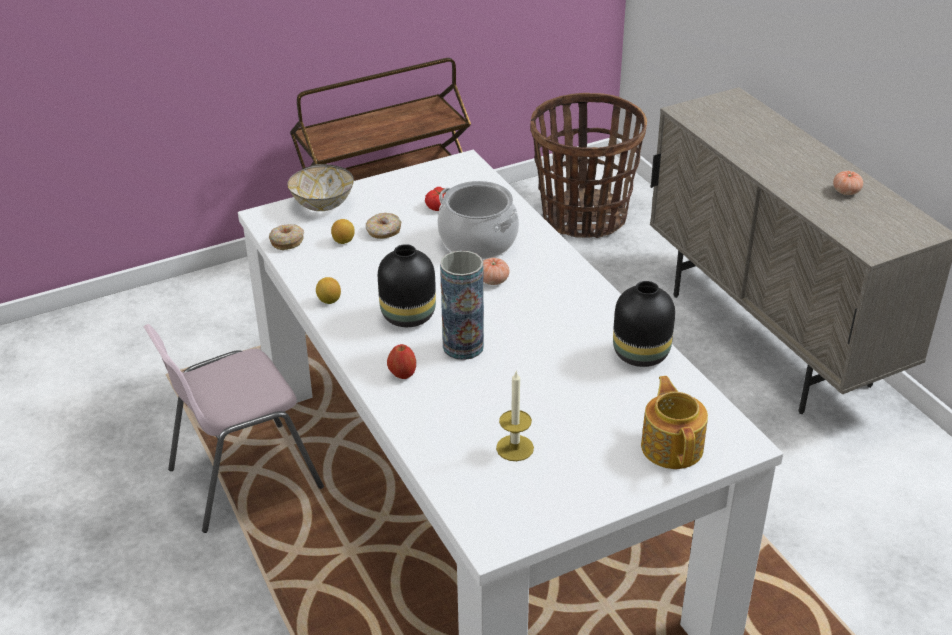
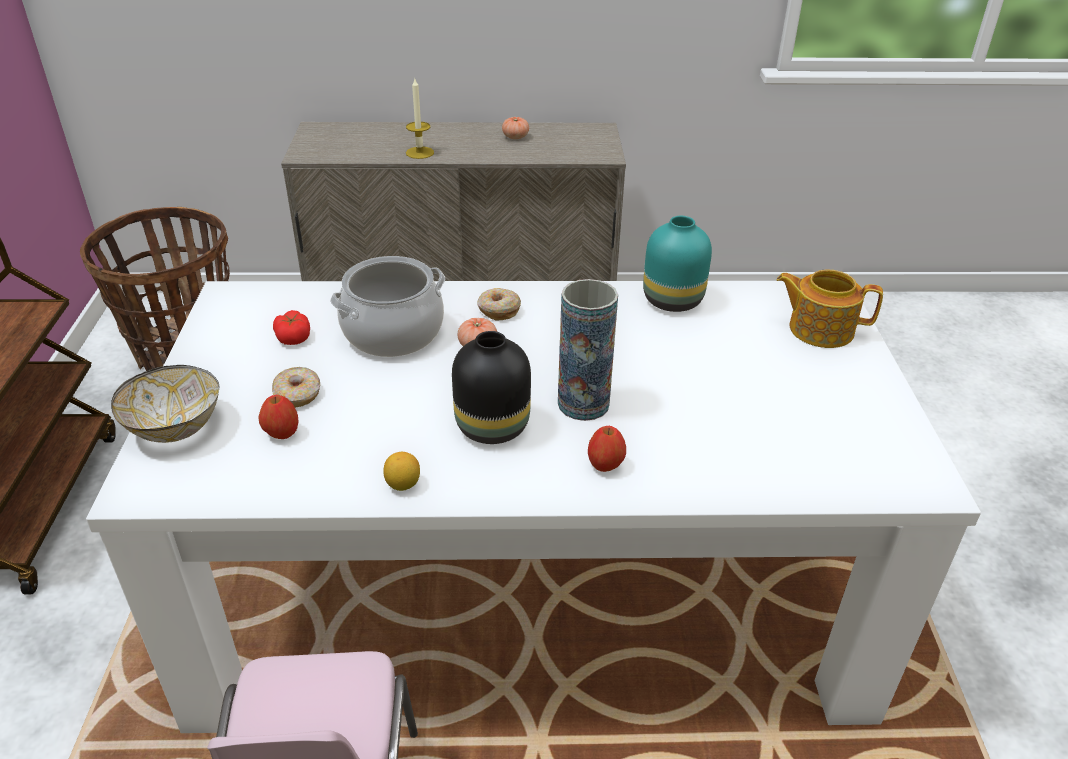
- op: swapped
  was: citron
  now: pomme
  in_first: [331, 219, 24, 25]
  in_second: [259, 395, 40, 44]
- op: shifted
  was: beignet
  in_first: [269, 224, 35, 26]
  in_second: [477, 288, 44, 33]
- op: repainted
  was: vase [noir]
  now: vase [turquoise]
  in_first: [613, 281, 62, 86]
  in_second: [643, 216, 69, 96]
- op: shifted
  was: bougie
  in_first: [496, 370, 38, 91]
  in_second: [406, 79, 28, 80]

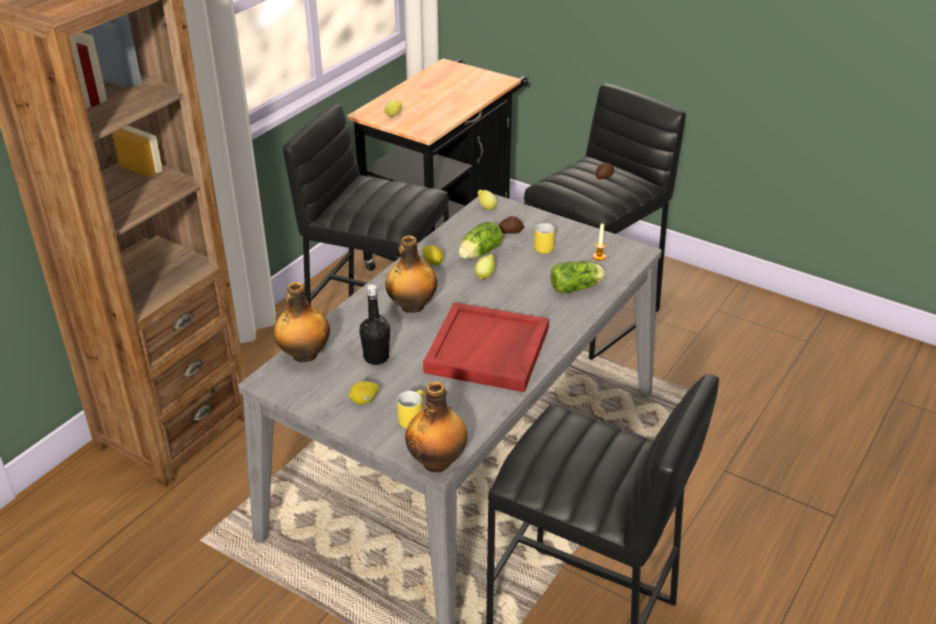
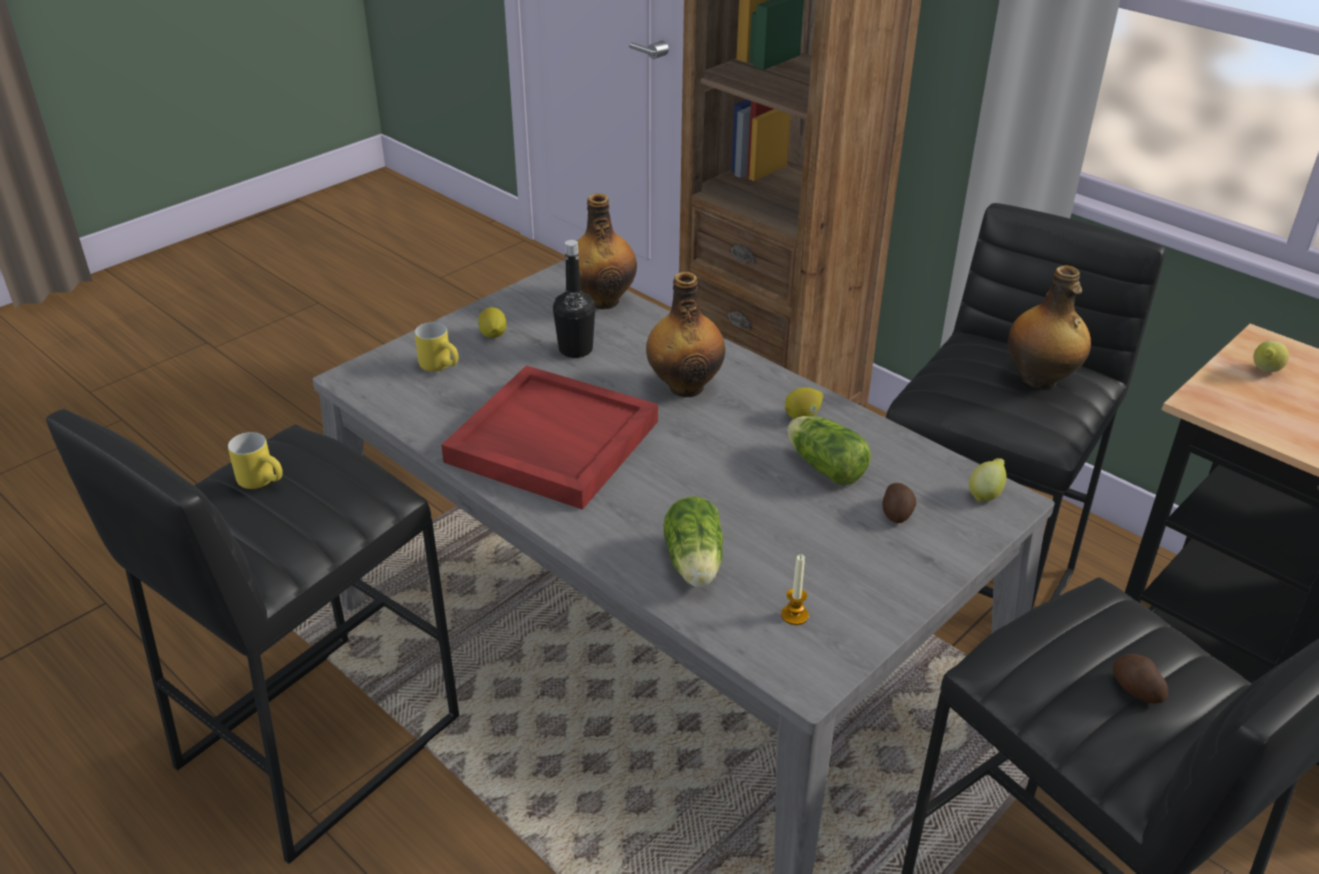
- op: shifted
  was: mug [jaune]
  in_first: [534, 223, 21, 31]
  in_second: [228, 432, 55, 57]
- op: gone
  was: citron
  in_first: [475, 254, 20, 26]
- op: shifted
  was: bouteille
  in_first: [405, 381, 63, 91]
  in_second: [1008, 265, 83, 124]

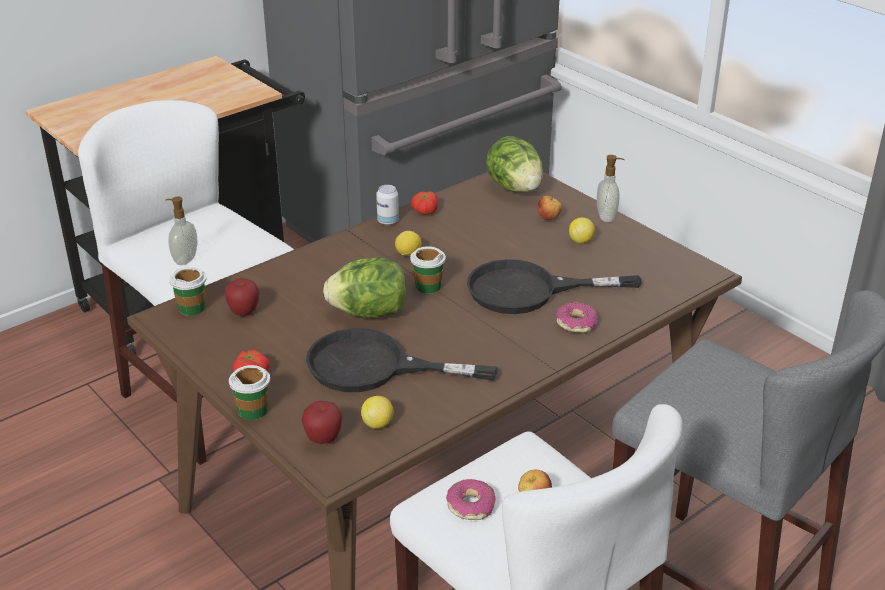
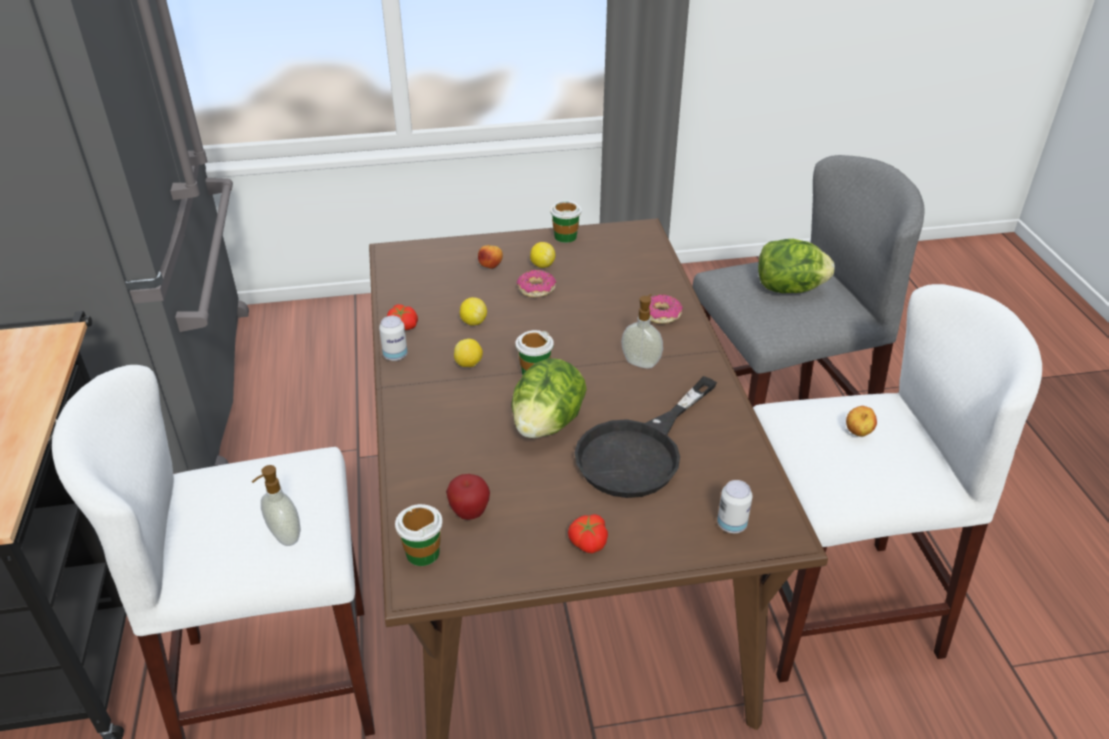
- op: shifted
  was: laitue
  in_first: [486, 136, 57, 56]
  in_second: [758, 239, 77, 54]
- op: shifted
  was: distributeur de savon
  in_first: [597, 155, 28, 67]
  in_second: [621, 294, 42, 75]
- op: gone
  was: poêle [noir]
  in_first: [467, 259, 175, 55]
- op: shifted
  was: tasse
  in_first: [229, 365, 41, 55]
  in_second: [550, 200, 32, 43]
- op: shifted
  was: citron
  in_first: [361, 396, 33, 33]
  in_second: [460, 297, 27, 29]
- op: swapped
  was: pomme
  now: boîte métallique
  in_first: [302, 401, 40, 43]
  in_second: [717, 480, 36, 53]
- op: shifted
  was: beignet
  in_first: [446, 479, 50, 41]
  in_second: [517, 270, 39, 27]

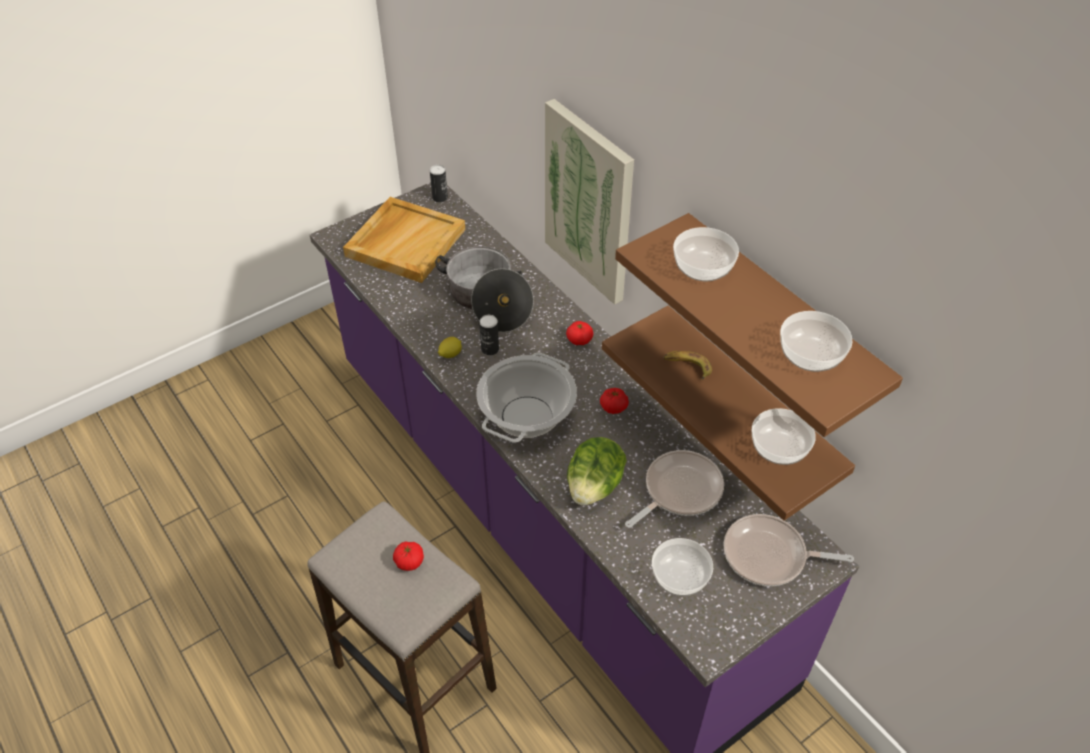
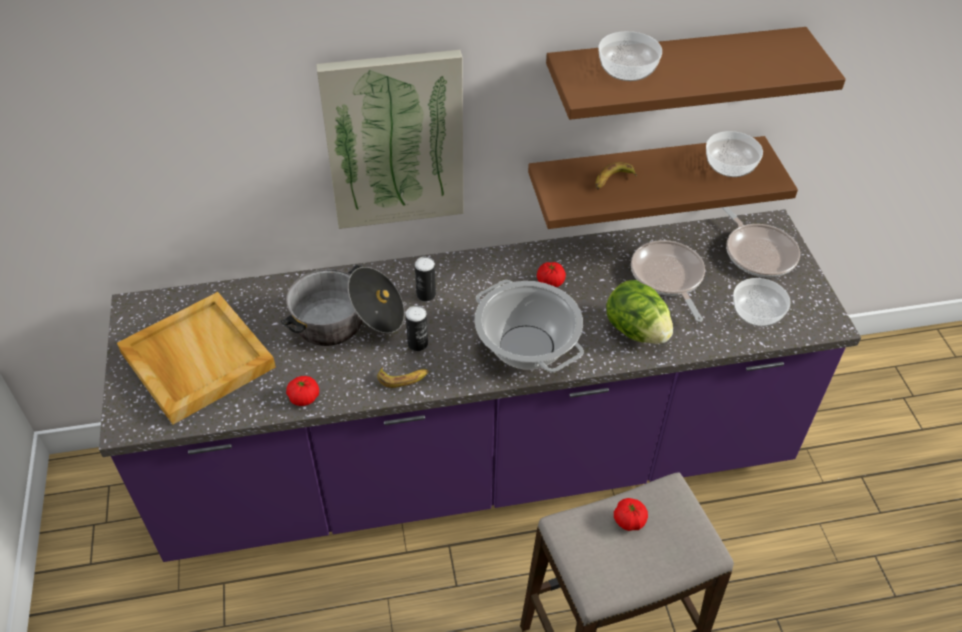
- op: shifted
  was: boîte métallique
  in_first: [430, 165, 18, 37]
  in_second: [415, 257, 21, 44]
- op: gone
  was: bol
  in_first: [780, 311, 72, 61]
- op: shifted
  was: tomate
  in_first: [566, 321, 27, 24]
  in_second: [286, 376, 33, 30]
- op: swapped
  was: citron
  now: banane
  in_first: [438, 337, 24, 21]
  in_second: [377, 367, 52, 21]
- op: rotated
  was: poêle
  in_first: [723, 514, 131, 73]
  in_second: [721, 207, 79, 70]
  clockwise: -60

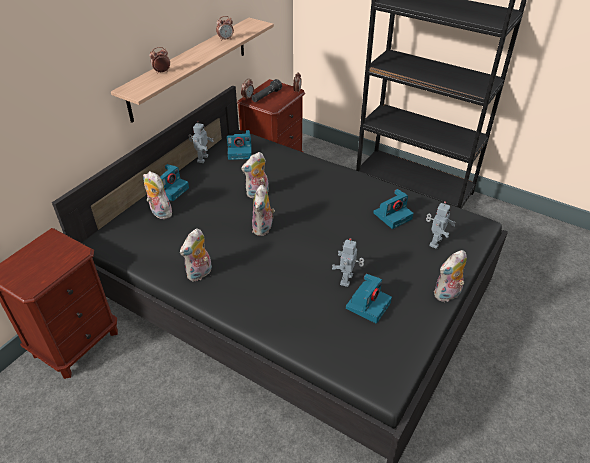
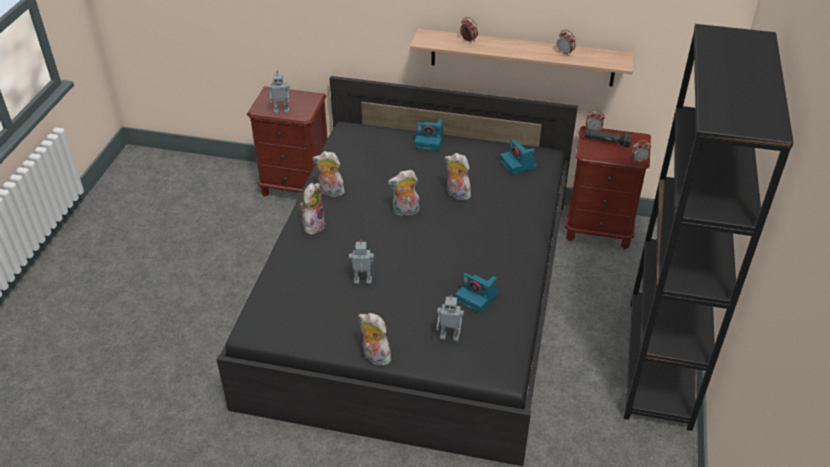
- op: shifted
  was: robot jouet
  in_first: [189, 121, 25, 42]
  in_second: [268, 71, 22, 43]
- op: shifted
  was: peluche
  in_first: [143, 171, 31, 48]
  in_second: [300, 183, 26, 52]
- op: gone
  was: appareil photo
  in_first: [346, 274, 46, 49]

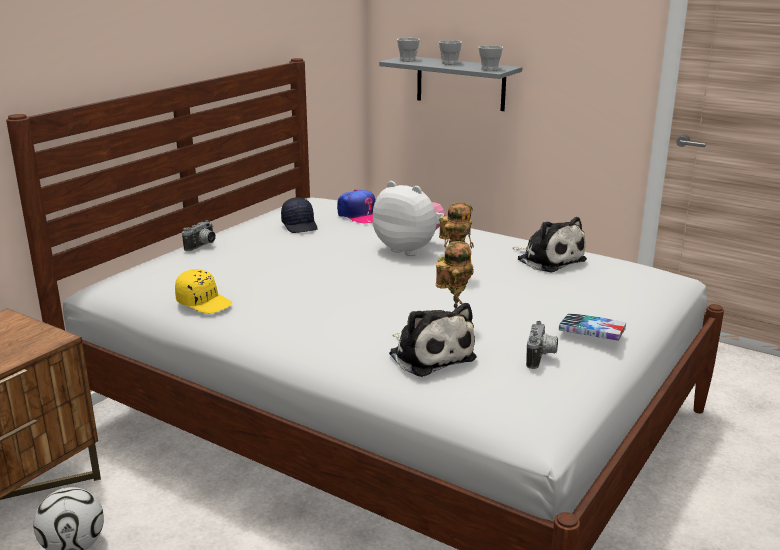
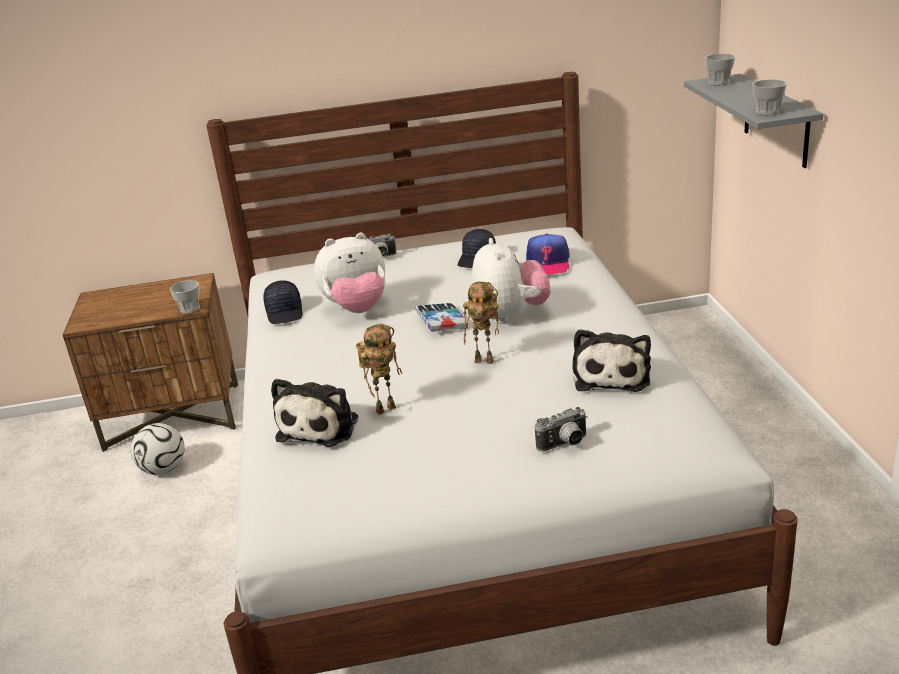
- op: shifted
  was: tasse
  in_first: [439, 40, 23, 24]
  in_second: [170, 280, 30, 34]
- op: repainted
  was: casquette [jaune]
  now: casquette [noir]
  in_first: [175, 269, 57, 45]
  in_second: [263, 280, 40, 44]
- op: shifted
  was: livre
  in_first: [559, 313, 67, 28]
  in_second: [416, 303, 52, 29]
- op: shifted
  was: appareil photo
  in_first: [526, 321, 32, 48]
  in_second: [535, 407, 52, 45]
- op: new
  now: peluche
  in_second: [314, 233, 71, 80]

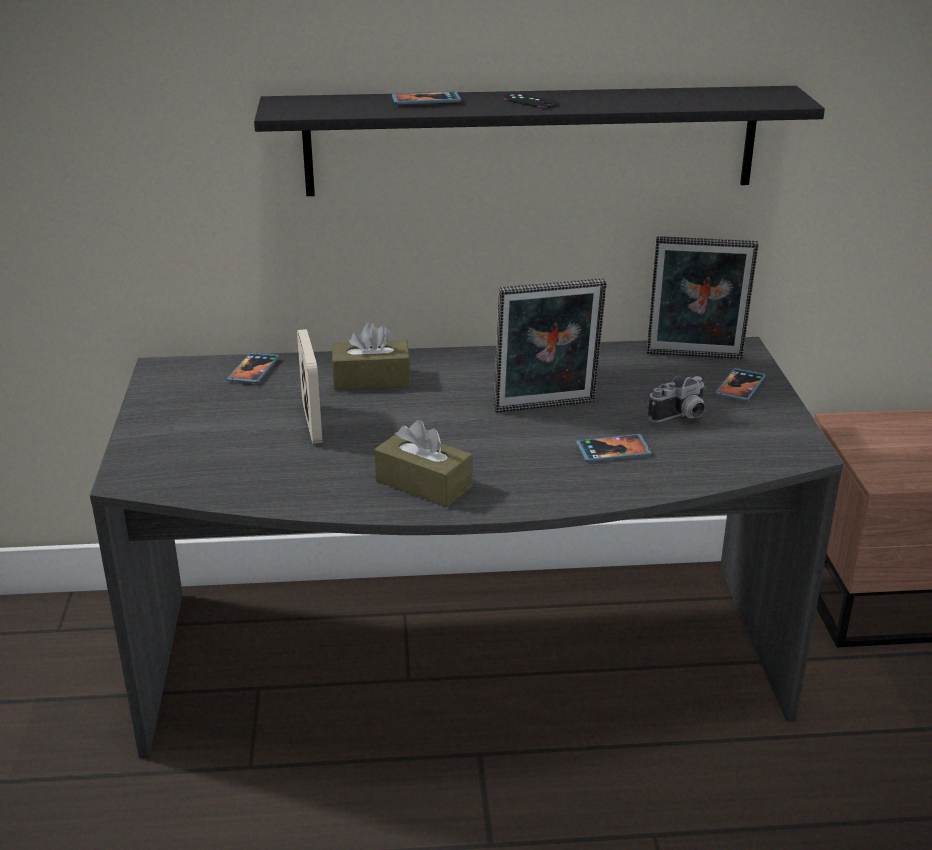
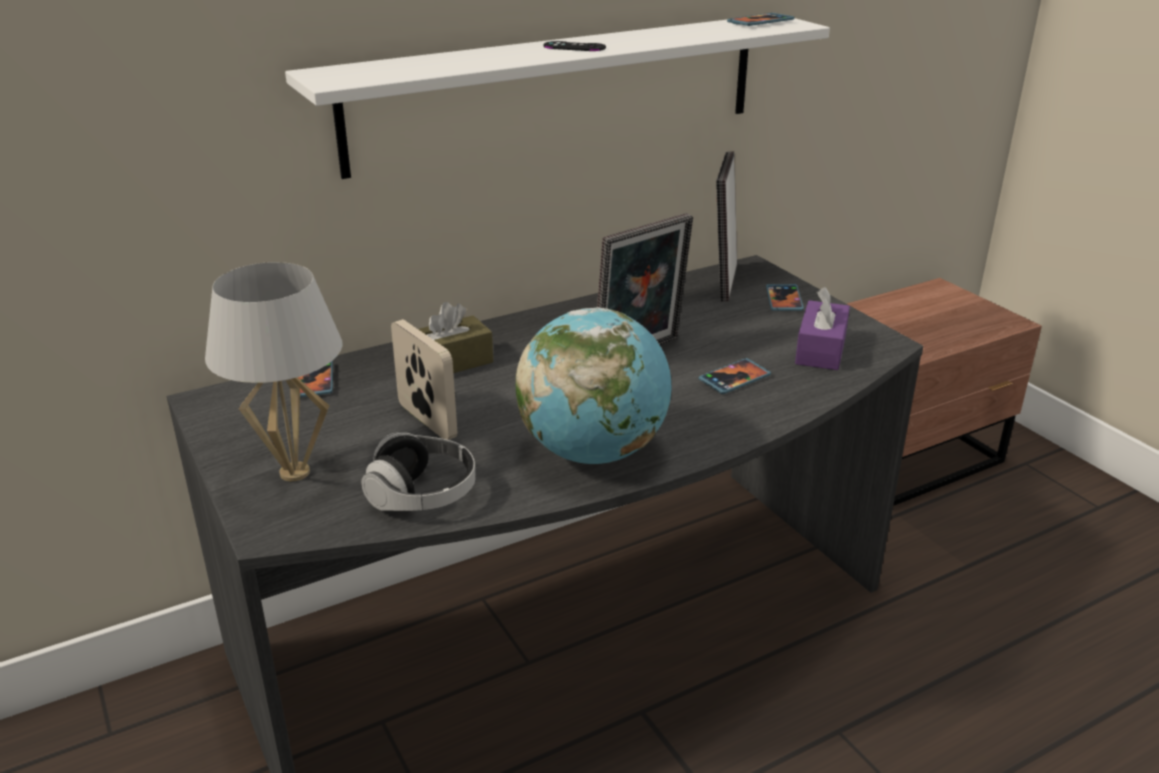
- op: repainted
  was: étagère [noir]
  now: étagère [blanc]
  in_first: [254, 86, 571, 110]
  in_second: [285, 18, 545, 161]
- op: shifted
  was: téléphone
  in_first: [392, 91, 70, 14]
  in_second: [727, 13, 68, 13]
- op: rotated
  was: cadre photo
  in_first: [646, 236, 112, 123]
  in_second: [716, 151, 21, 151]
  clockwise: 120
- op: gone
  was: appareil photo
  in_first: [648, 375, 58, 48]
- op: swapped
  was: boîte à mouchoirs [marron]
  now: globe
  in_first: [374, 420, 99, 87]
  in_second: [516, 307, 156, 157]
- op: new
  now: lampe de table [blanc]
  in_second: [205, 262, 138, 219]
- op: new
  now: boîte à mouchoirs [violet]
  in_second: [795, 287, 55, 83]
- op: new
  now: casque audio
  in_second: [361, 432, 115, 79]

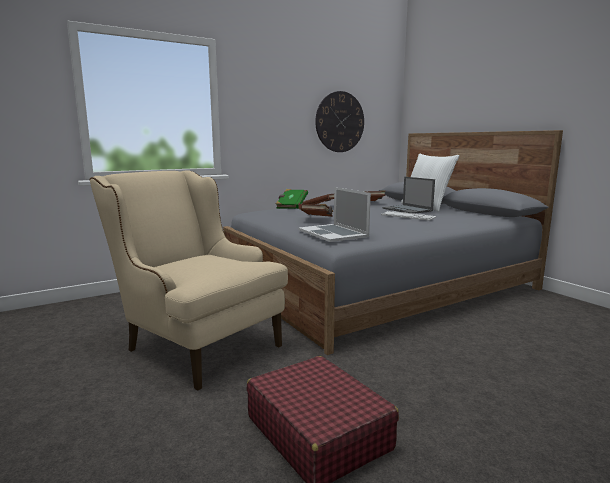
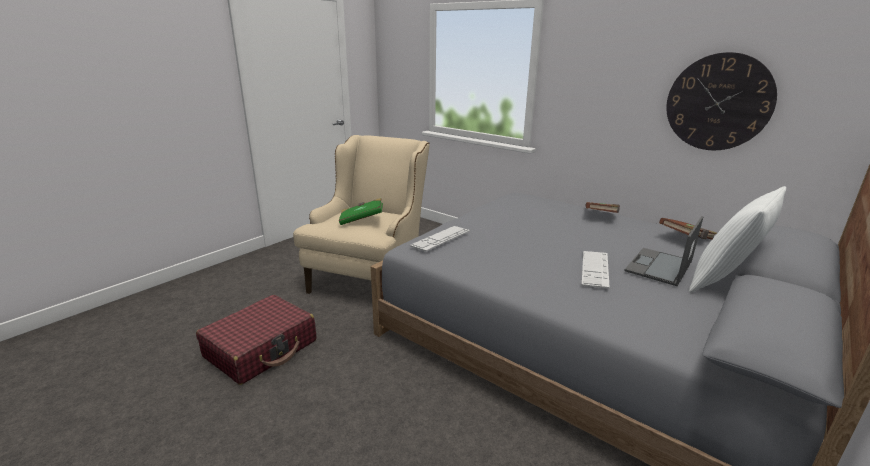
- op: swapped
  was: ordinateur portable
  now: clavier
  in_first: [298, 187, 73, 55]
  in_second: [410, 226, 60, 25]
- op: shifted
  was: livre [vert]
  in_first: [276, 189, 32, 20]
  in_second: [339, 198, 44, 27]
- op: gone
  was: livre [marron]
  in_first: [299, 204, 34, 13]

